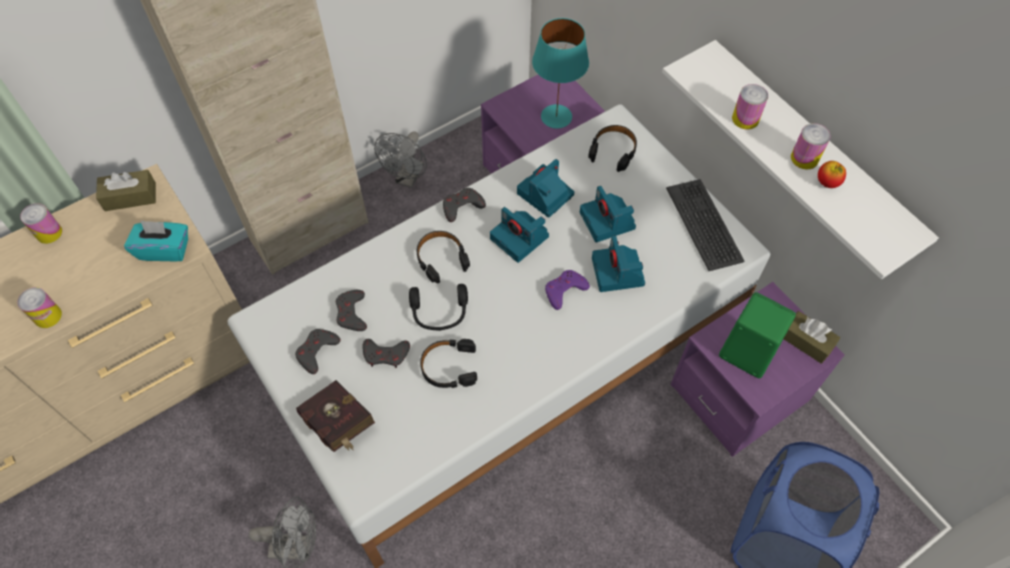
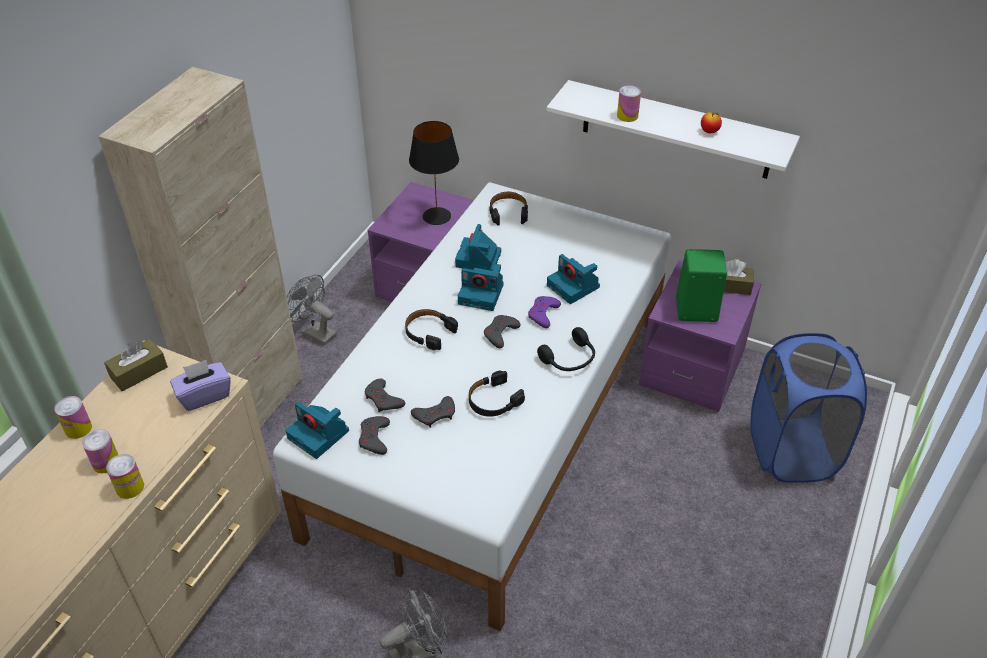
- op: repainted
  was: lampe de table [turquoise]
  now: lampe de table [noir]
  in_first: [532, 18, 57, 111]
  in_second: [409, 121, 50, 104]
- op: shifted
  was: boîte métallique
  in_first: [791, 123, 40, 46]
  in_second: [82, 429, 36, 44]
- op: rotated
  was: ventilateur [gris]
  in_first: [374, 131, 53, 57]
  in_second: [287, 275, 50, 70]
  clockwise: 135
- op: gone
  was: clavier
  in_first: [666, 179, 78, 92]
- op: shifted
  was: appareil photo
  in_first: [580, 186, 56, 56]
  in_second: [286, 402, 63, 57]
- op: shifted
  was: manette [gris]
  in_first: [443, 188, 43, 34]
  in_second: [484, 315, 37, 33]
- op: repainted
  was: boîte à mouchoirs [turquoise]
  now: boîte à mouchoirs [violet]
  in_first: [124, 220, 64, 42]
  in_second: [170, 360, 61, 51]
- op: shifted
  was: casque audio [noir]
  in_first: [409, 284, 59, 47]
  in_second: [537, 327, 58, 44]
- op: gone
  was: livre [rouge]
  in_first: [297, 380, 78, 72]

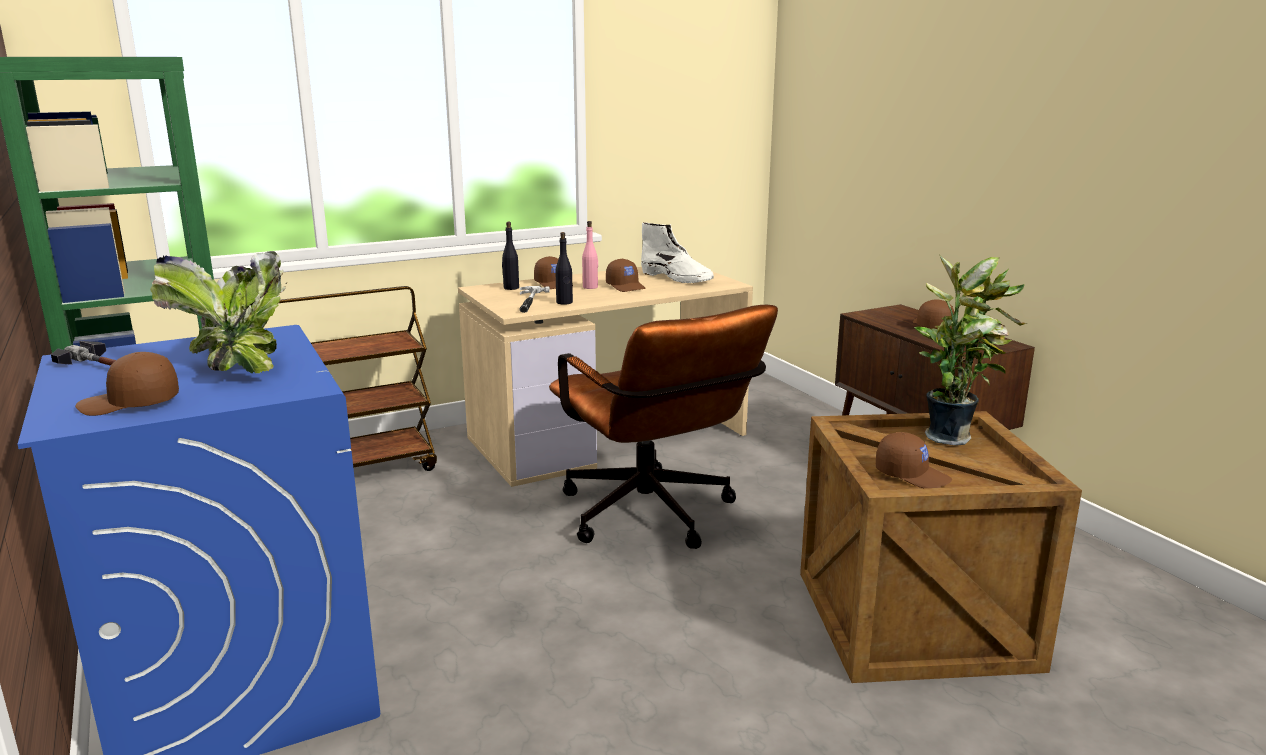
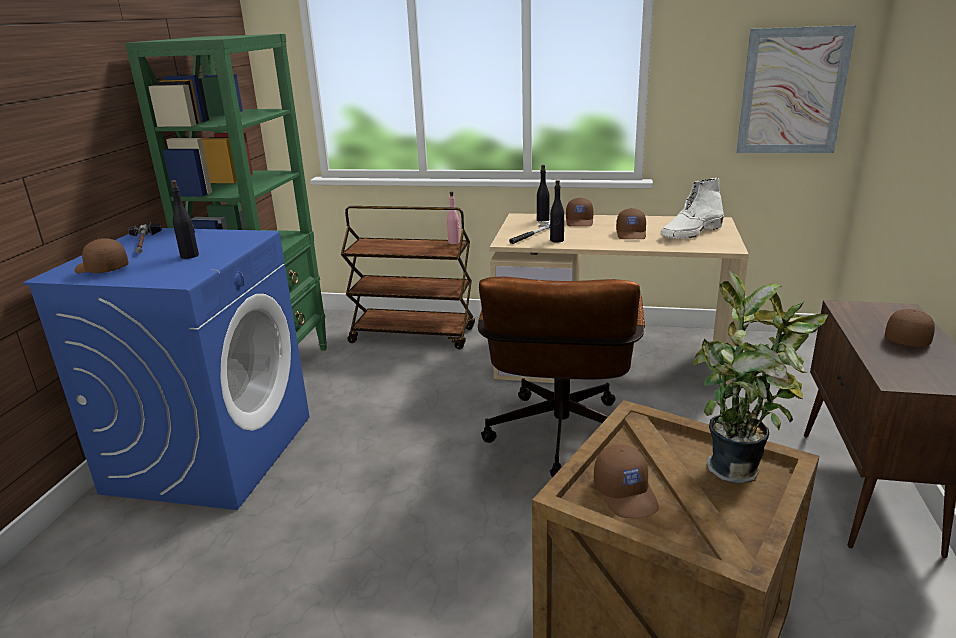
- op: shifted
  was: bouteille [rose]
  in_first: [582, 221, 16, 68]
  in_second: [447, 191, 13, 53]
- op: rotated
  was: botte [blanc]
  in_first: [641, 222, 73, 61]
  in_second: [660, 178, 64, 61]
  clockwise: 60
- op: swapped
  was: plante en pot
  now: bouteille [noir]
  in_first: [150, 251, 137, 122]
  in_second: [171, 180, 28, 79]
- op: new
  now: tableau
  in_second: [736, 25, 120, 128]

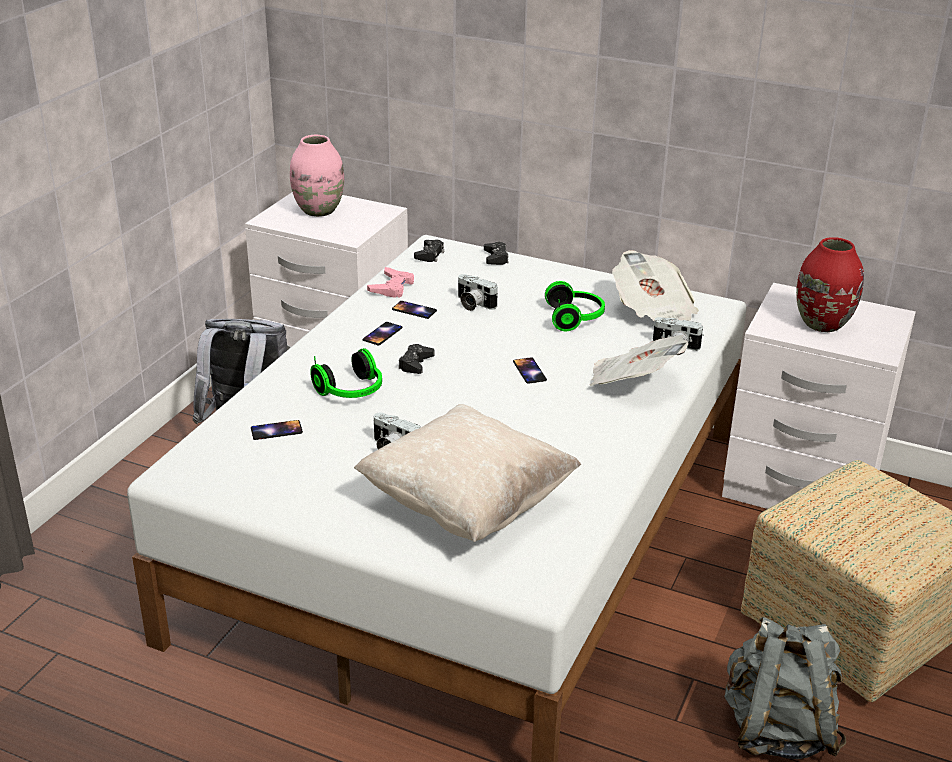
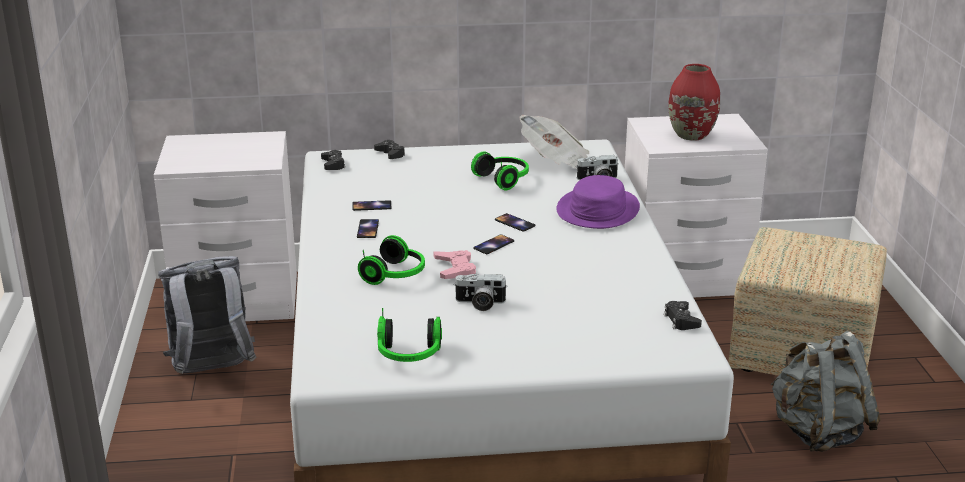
- op: gone
  was: vase [rose]
  in_first: [290, 135, 54, 82]
- op: shifted
  was: manette [rose]
  in_first: [367, 267, 47, 31]
  in_second: [434, 250, 42, 29]
- op: gone
  was: appareil photo
  in_first: [458, 274, 40, 37]
- op: swapped
  was: journal
  now: chapeau [violet]
  in_first: [590, 335, 98, 51]
  in_second: [557, 175, 83, 54]
- op: shifted
  was: manette [noir]
  in_first: [398, 344, 37, 30]
  in_second: [664, 301, 38, 29]
- op: gone
  was: coussin [beige]
  in_first: [354, 404, 228, 138]
- op: shifted
  was: téléphone
  in_first: [251, 420, 52, 20]
  in_second: [473, 234, 41, 20]
- op: new
  now: casque audio
  in_second: [377, 308, 65, 54]

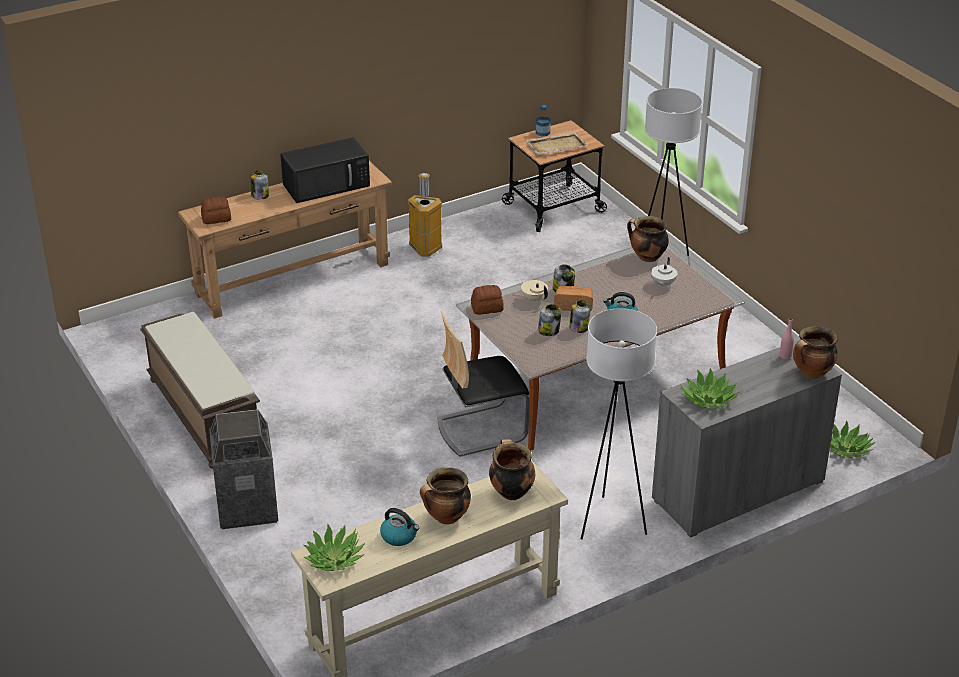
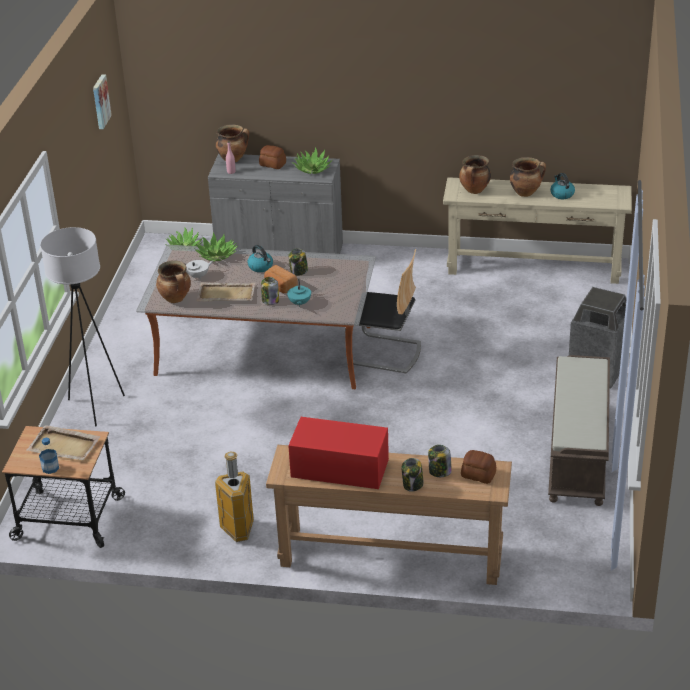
- op: repainted
  was: micro-ondes [noir]
  now: micro-ondes [rouge]
  in_first: [280, 137, 90, 66]
  in_second: [288, 417, 101, 72]
- op: repainted
  was: théière [beige]
  now: théière [turquoise]
  in_first: [520, 278, 28, 24]
  in_second: [287, 279, 24, 27]
- op: shifted
  was: pain
  in_first: [471, 285, 33, 30]
  in_second: [259, 145, 27, 24]
- op: shifted
  was: bocal
  in_first: [538, 304, 23, 32]
  in_second: [428, 445, 24, 32]
- op: gone
  was: lampadaire [blanc]
  in_first: [581, 308, 76, 232]
- op: shifted
  was: plante en pot
  in_first: [303, 523, 62, 48]
  in_second: [194, 233, 44, 29]
- op: new
  now: tableau
  in_second: [93, 74, 19, 55]
- op: new
  now: plateau [beige]
  in_second: [196, 282, 59, 19]

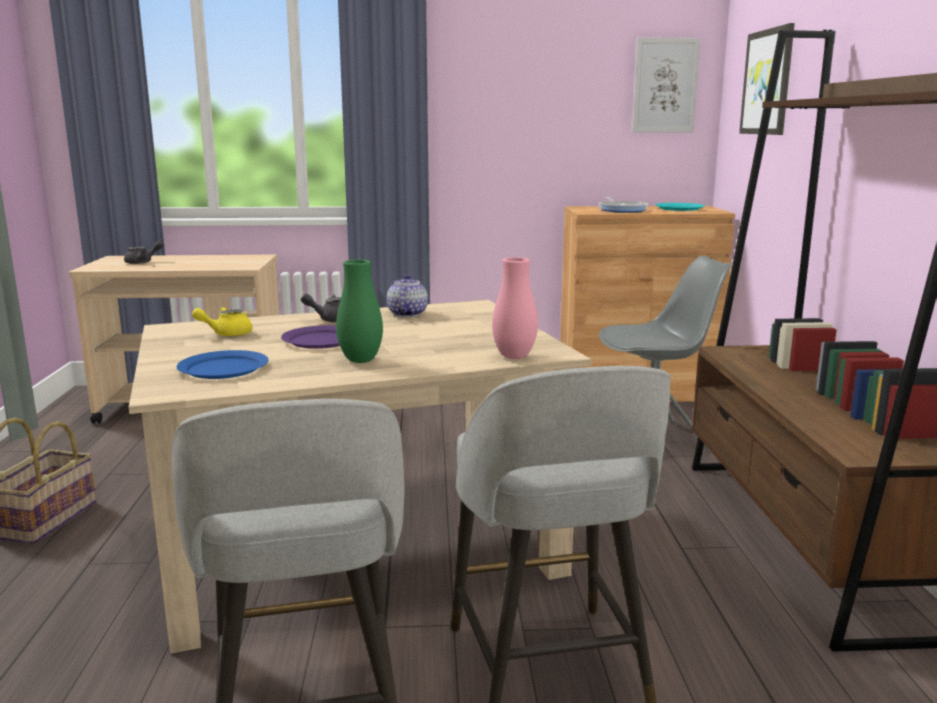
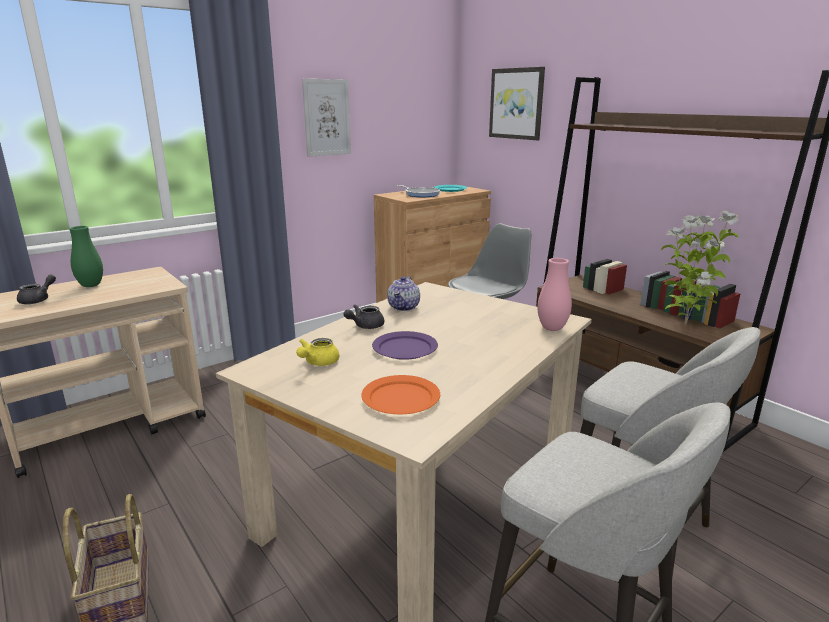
- op: shifted
  was: tableau
  in_first: [632, 38, 68, 94]
  in_second: [302, 79, 49, 78]
- op: shifted
  was: vase [vert]
  in_first: [336, 259, 47, 104]
  in_second: [69, 226, 34, 61]
- op: rotated
  was: théière
  in_first: [387, 274, 41, 43]
  in_second: [387, 276, 33, 35]
  clockwise: -135
- op: repainted
  was: assiette [bleu]
  now: assiette [orange]
  in_first: [177, 350, 92, 29]
  in_second: [361, 375, 79, 39]
- op: new
  now: plante en pot
  in_second: [661, 211, 79, 113]

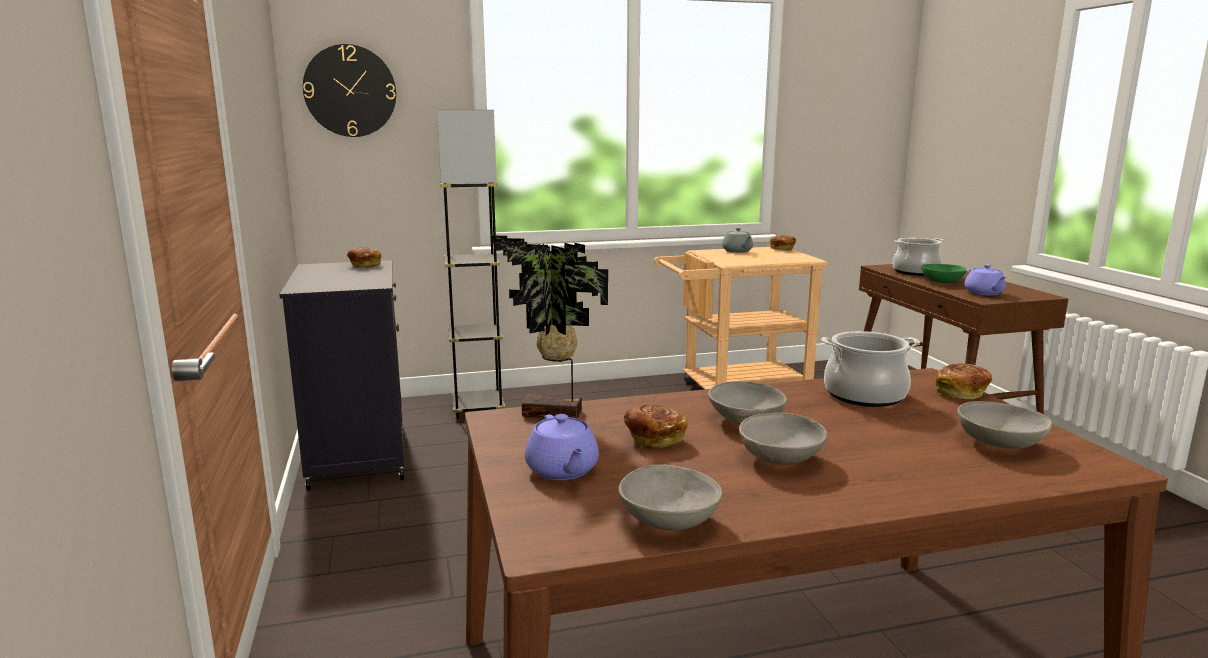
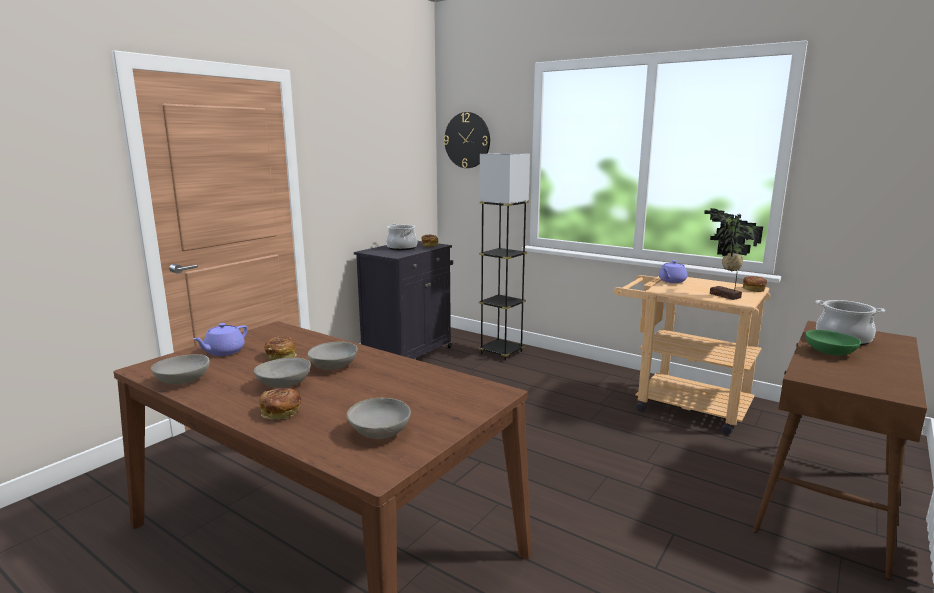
- op: gone
  was: théière [gris]
  in_first: [722, 228, 31, 25]
- op: shifted
  was: plante en pot
  in_first: [490, 235, 118, 183]
  in_second: [704, 208, 59, 92]
- op: shifted
  was: théière [violet]
  in_first: [964, 264, 42, 31]
  in_second: [659, 260, 28, 23]
- op: shifted
  was: marmite
  in_first: [821, 331, 99, 76]
  in_second: [386, 224, 32, 26]
- op: shifted
  was: pain
  in_first: [935, 363, 57, 36]
  in_second: [259, 388, 43, 32]

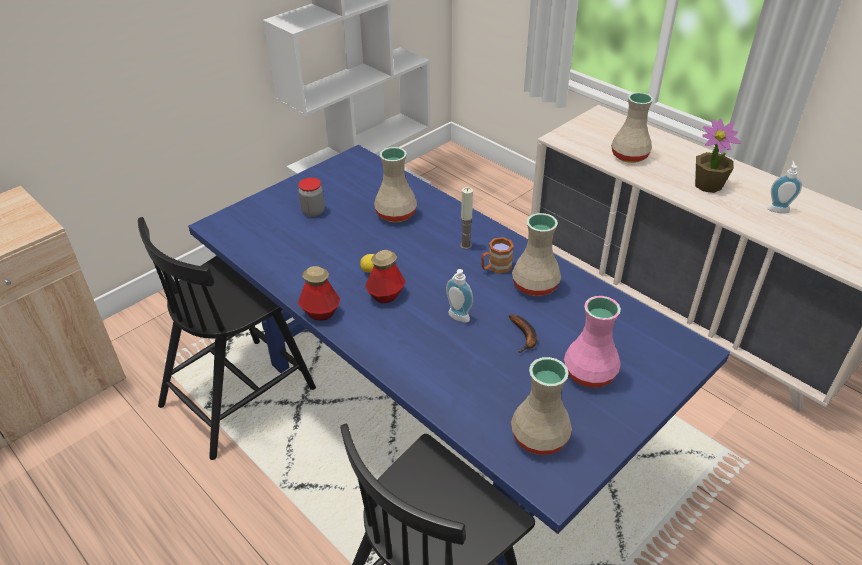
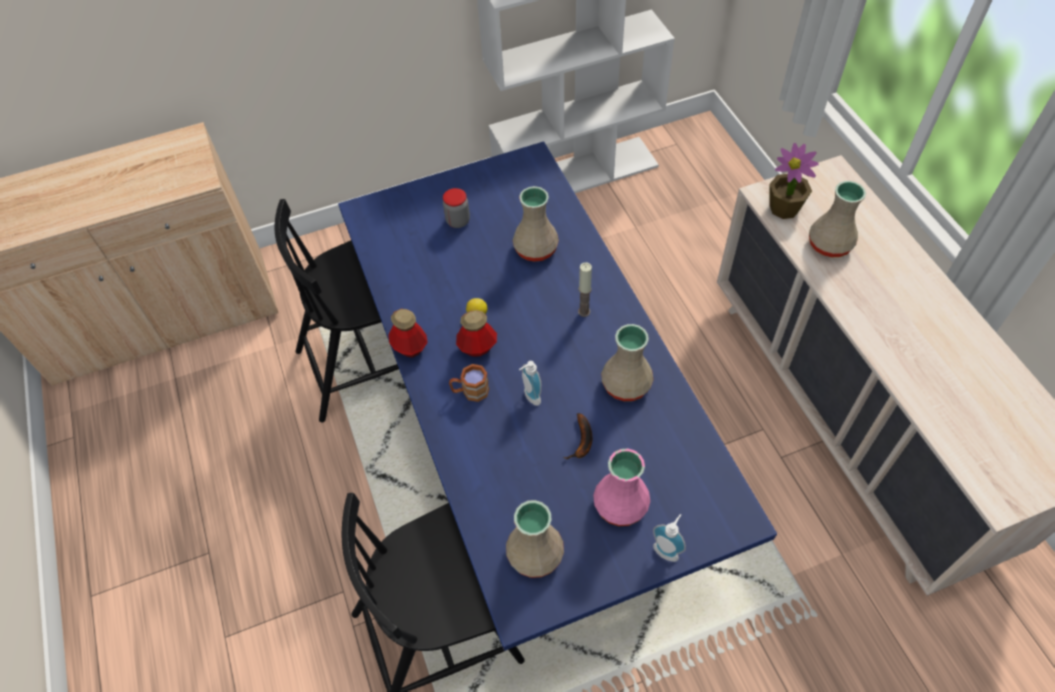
- op: shifted
  was: plante en pot
  in_first: [695, 118, 46, 75]
  in_second: [769, 143, 50, 76]
- op: shifted
  was: distributeur de savon
  in_first: [767, 161, 35, 52]
  in_second: [653, 514, 33, 48]
- op: shifted
  was: mug [marron]
  in_first: [481, 237, 33, 37]
  in_second: [449, 364, 40, 38]

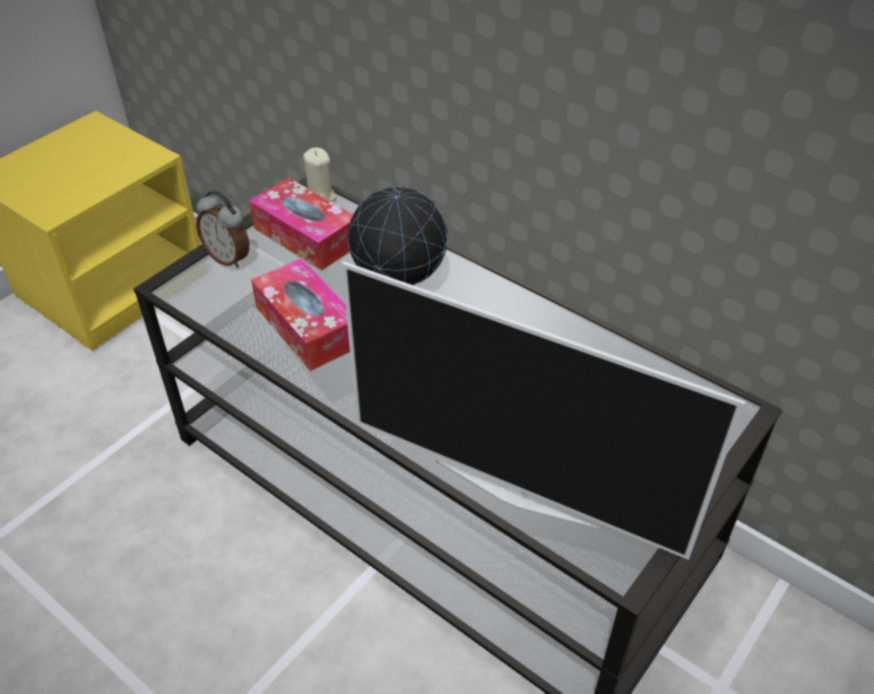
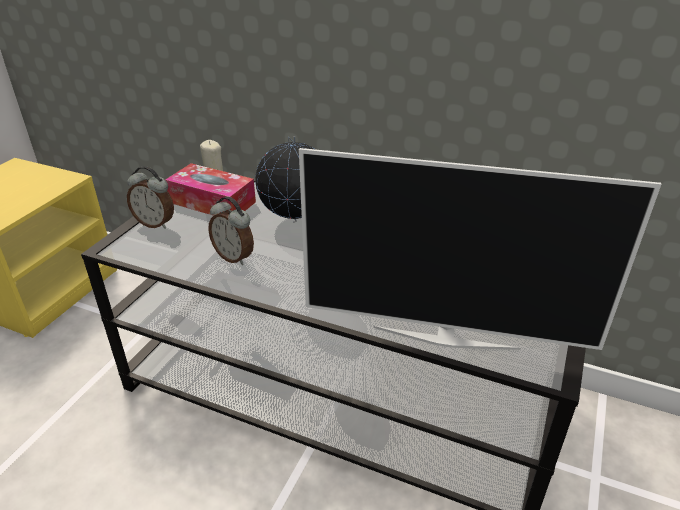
- op: swapped
  was: boîte à mouchoirs
  now: réveil
  in_first: [251, 258, 99, 113]
  in_second: [208, 196, 46, 69]

